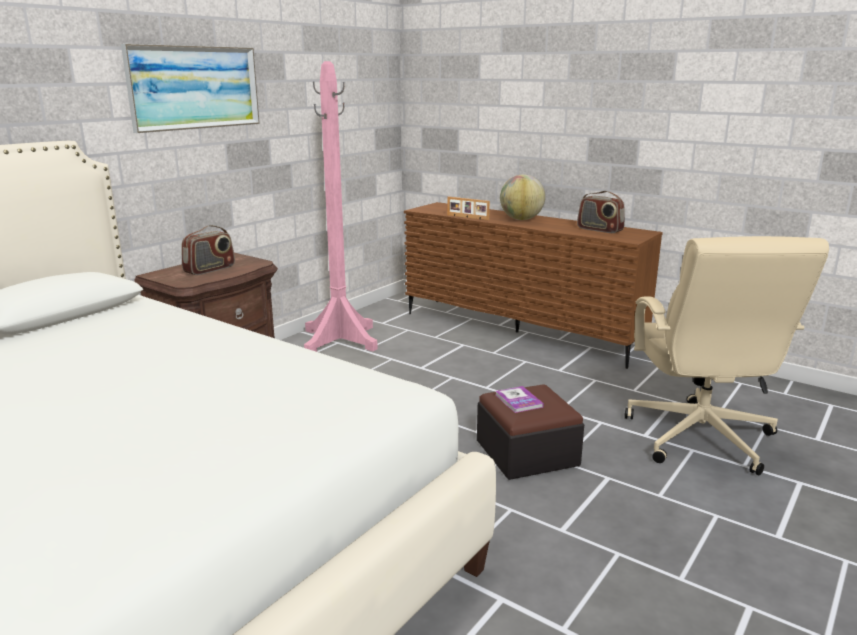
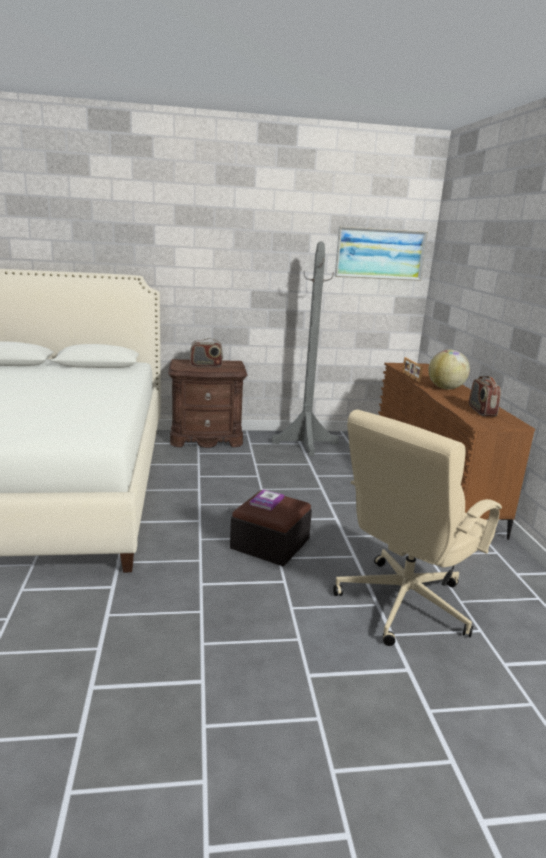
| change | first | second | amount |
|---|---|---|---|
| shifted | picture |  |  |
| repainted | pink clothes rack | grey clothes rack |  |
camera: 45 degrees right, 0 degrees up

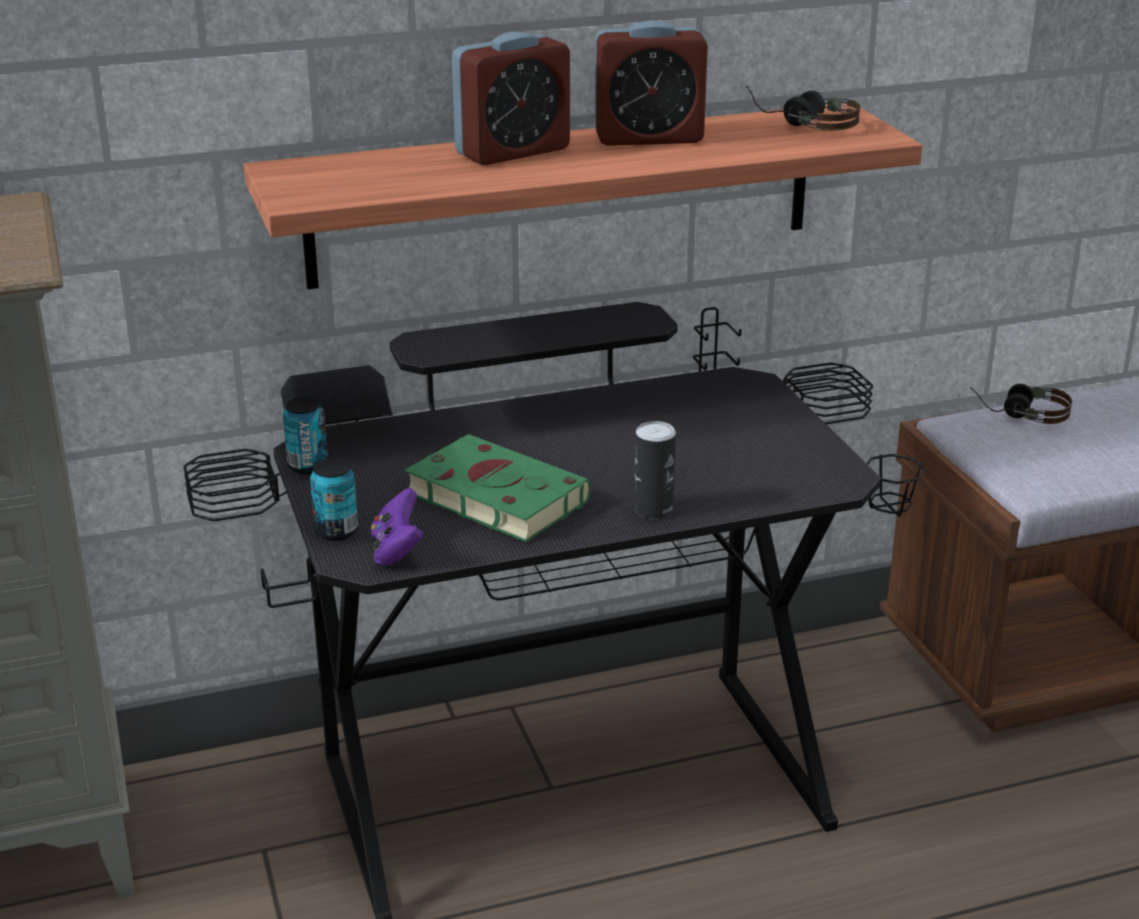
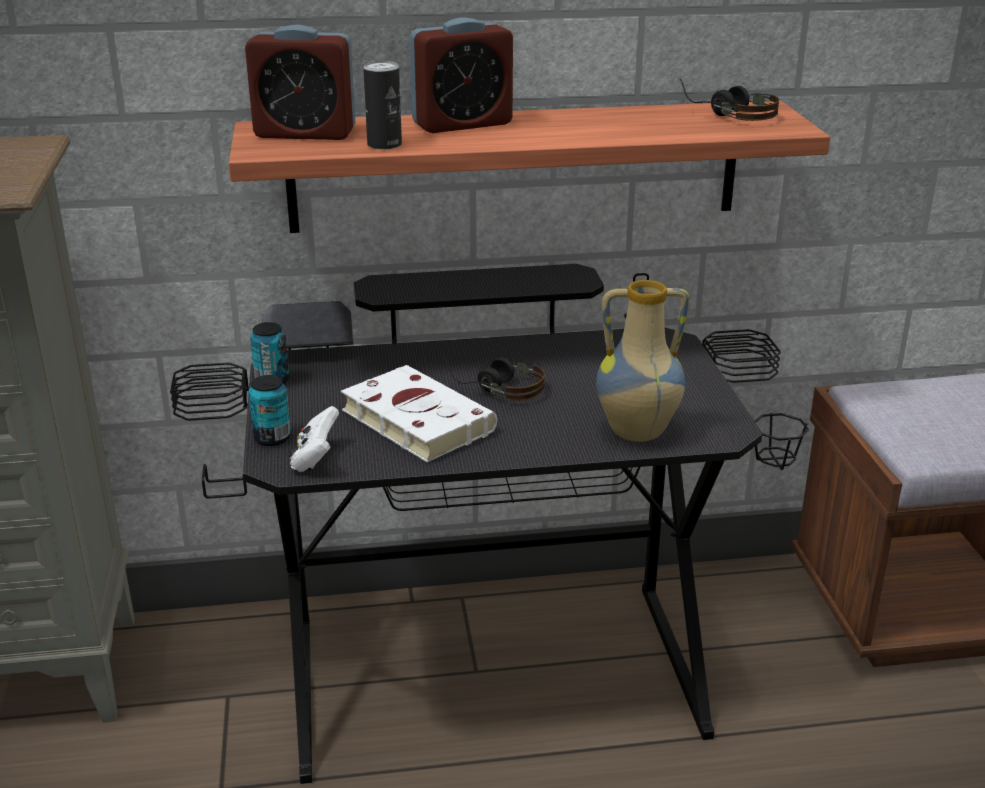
| change | first | second | amount |
|---|---|---|---|
| new |  | vase |  |
| shifted | alarm clock (no. 2 from left in the first image) | alarm clock (no. 1 from left) |  |
| shifted | can (no. 3 from left) |  |  |
| shifted | headphones (no. 2 from left in the first image) | headphones (no. 1 from left) |  |
| repainted | purple game controller | white game controller |  |
| repainted | green book | white book |  |
camera: 10 degrees right, 0 degrees up

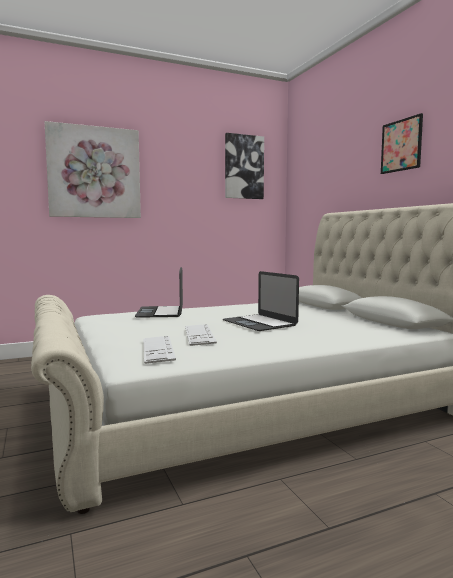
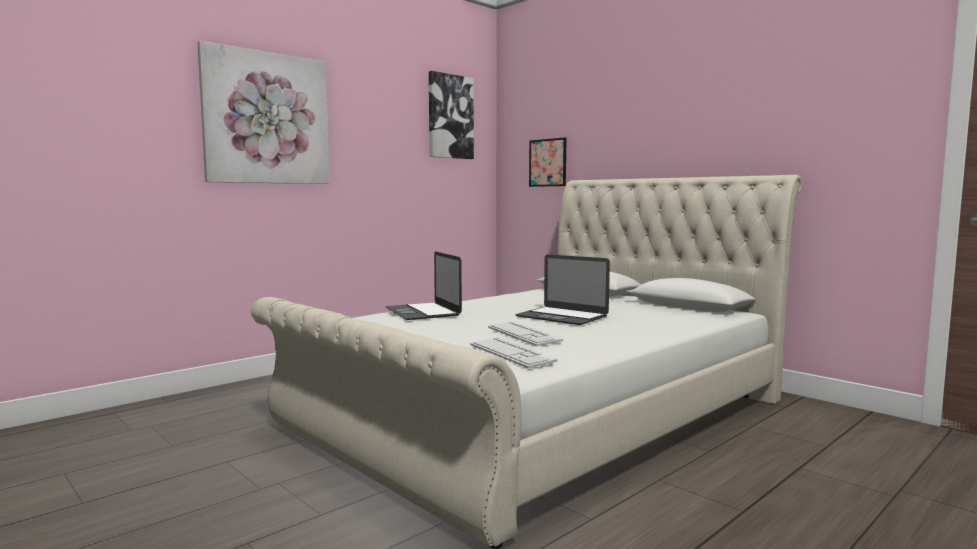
| change | first | second | amount |
|---|---|---|---|
| shifted | picture (no. 3 from left) |  |  |
camera: 20 degrees left, 0 degrees up

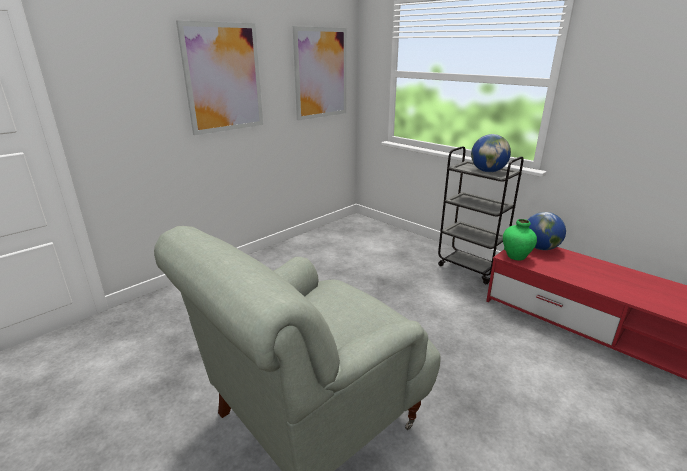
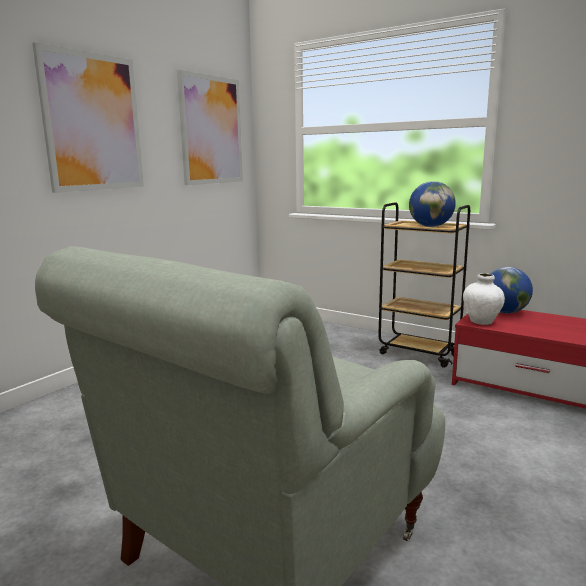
| change | first | second | amount |
|---|---|---|---|
| repainted | grey cart | brown cart |  |
| repainted | green vase | white vase |  |
camera: 10 degrees left, 10 degrees down

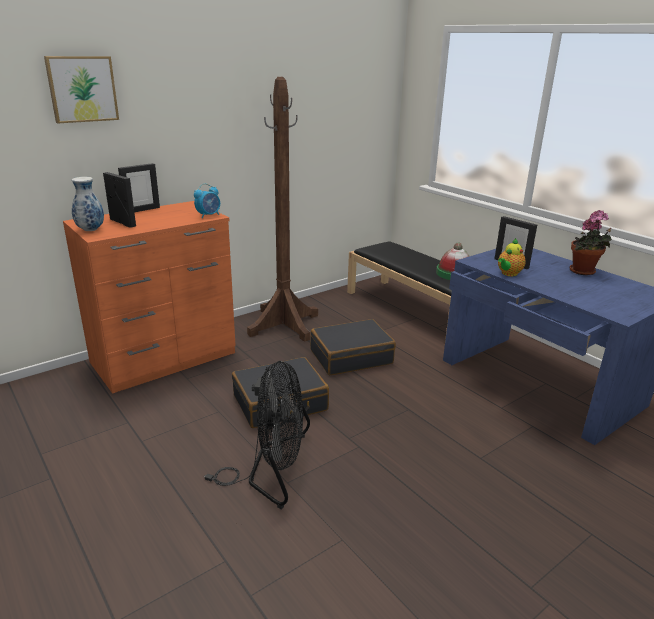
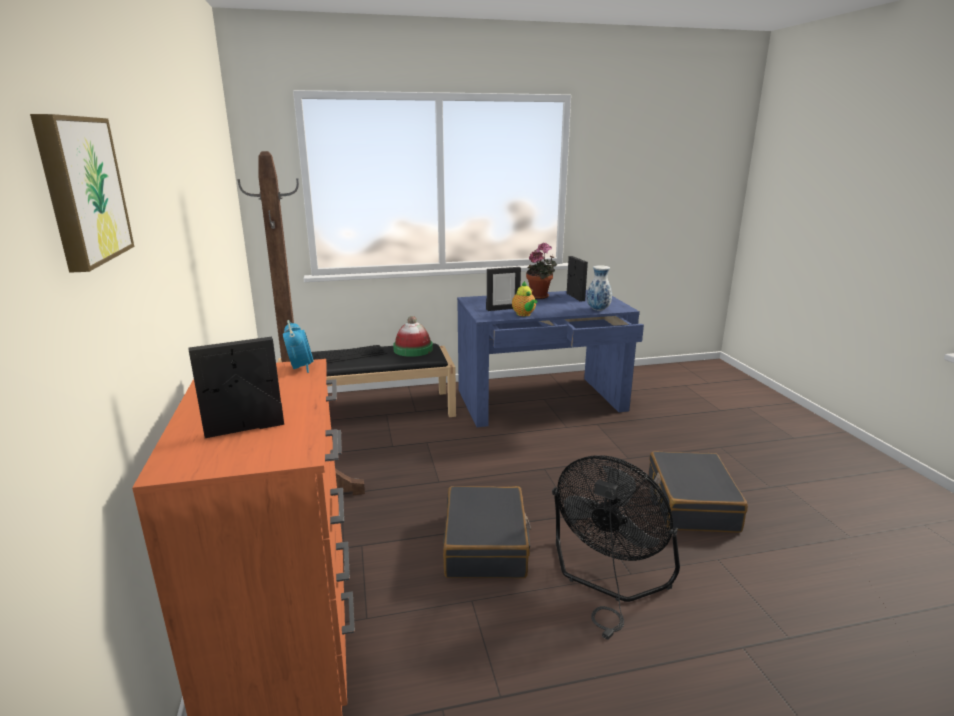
| change | first | second | amount |
|---|---|---|---|
| new |  | keyboard |  |
| shifted | vase |  |  |
| shifted | picture frame (no. 2 from left in the first image) | picture frame (no. 3 from left) |  |
| shifted | black suitcase (no. 2 from left) |  |  |
camera: 65 degrees left, 5 degrees down

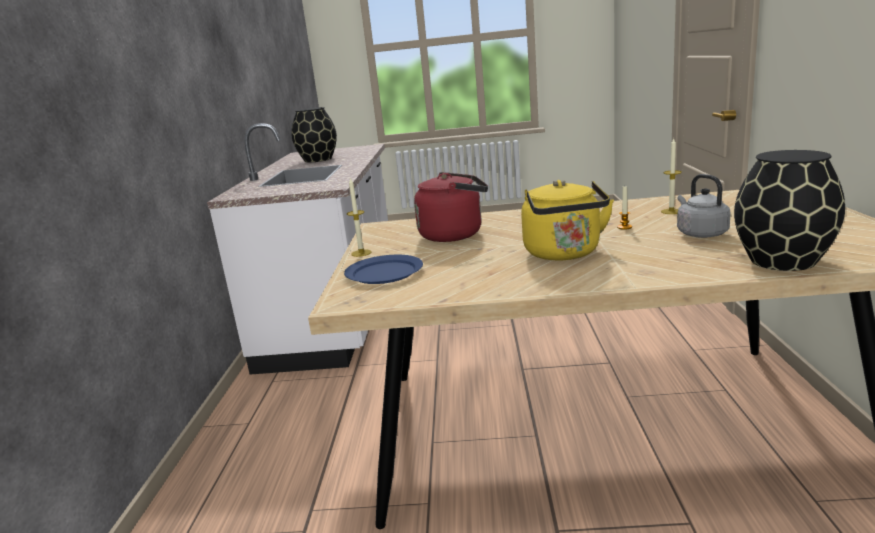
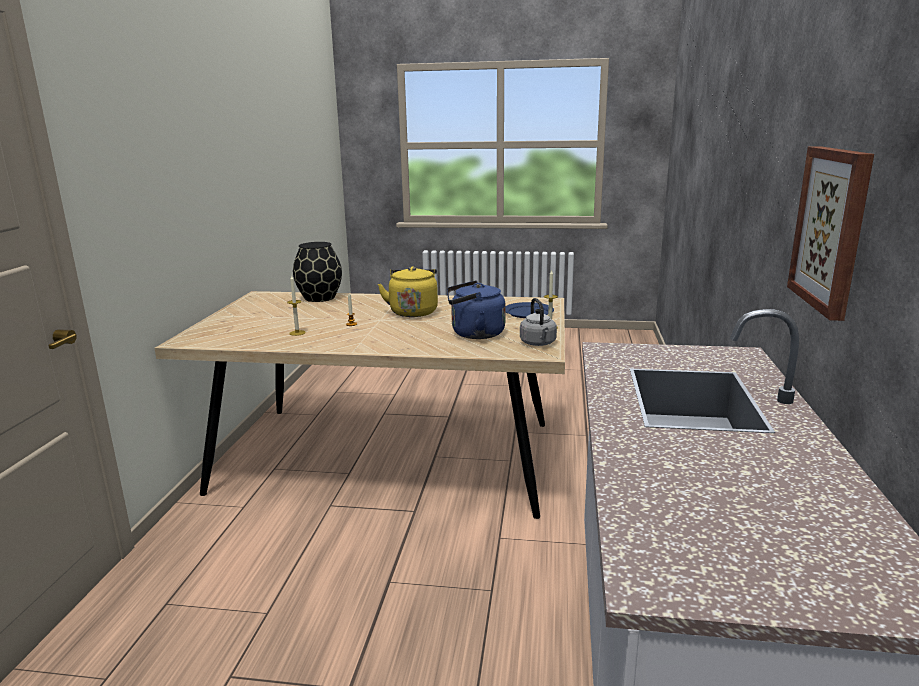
| change | first | second | amount |
|---|---|---|---|
| gone | black vase (no. 1 from left) |  |  |
| new |  | picture |  |
| shifted | grey kettle |  |  |
| repainted | red kettle | blue kettle |  |
camera: 175 degrees left, 0 degrees up

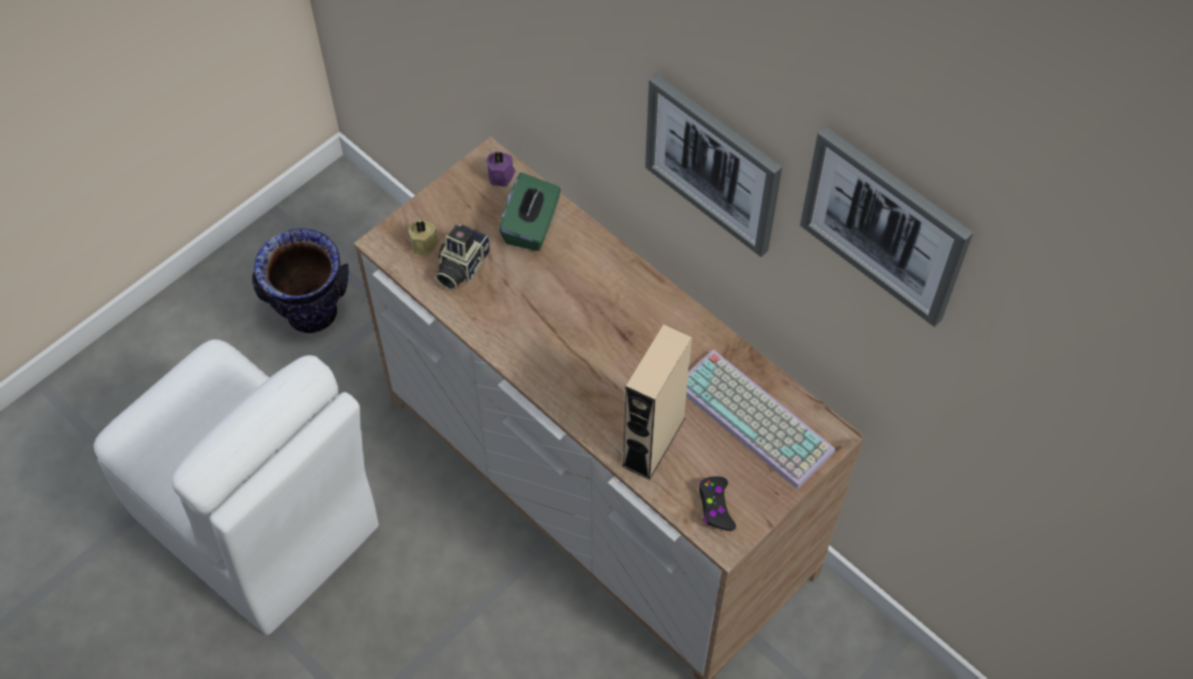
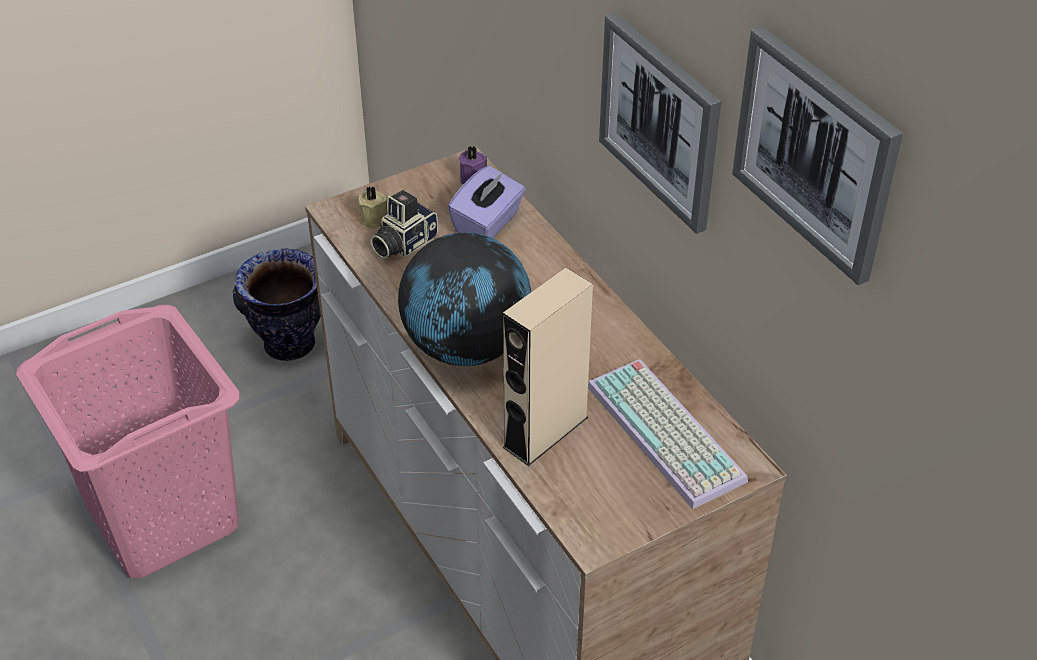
| change | first | second | amount |
|---|---|---|---|
| gone | black game controller |  |  |
| new |  | globe |  |
| swapped | white chair | pink laundry basket |  |
| repainted | green tissue box | purple tissue box |  |
camera: 15 degrees right, 15 degrees down

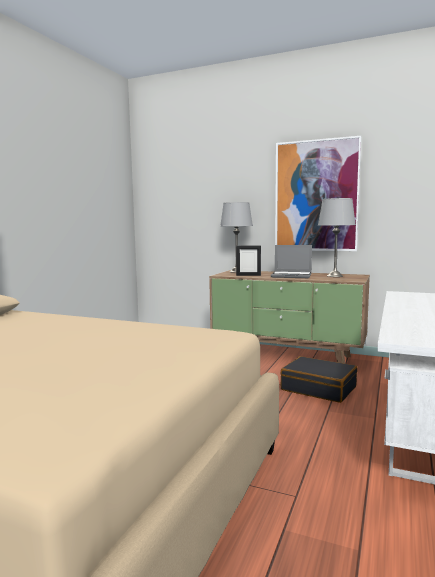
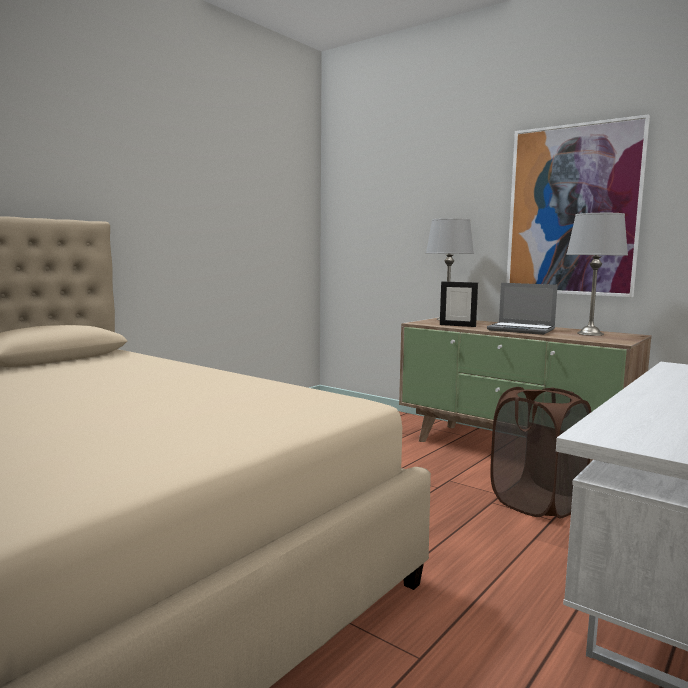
| change | first | second | amount |
|---|---|---|---|
| swapped | black suitcase | brown laundry basket |  |
camera: 15 degrees right, 0 degrees up

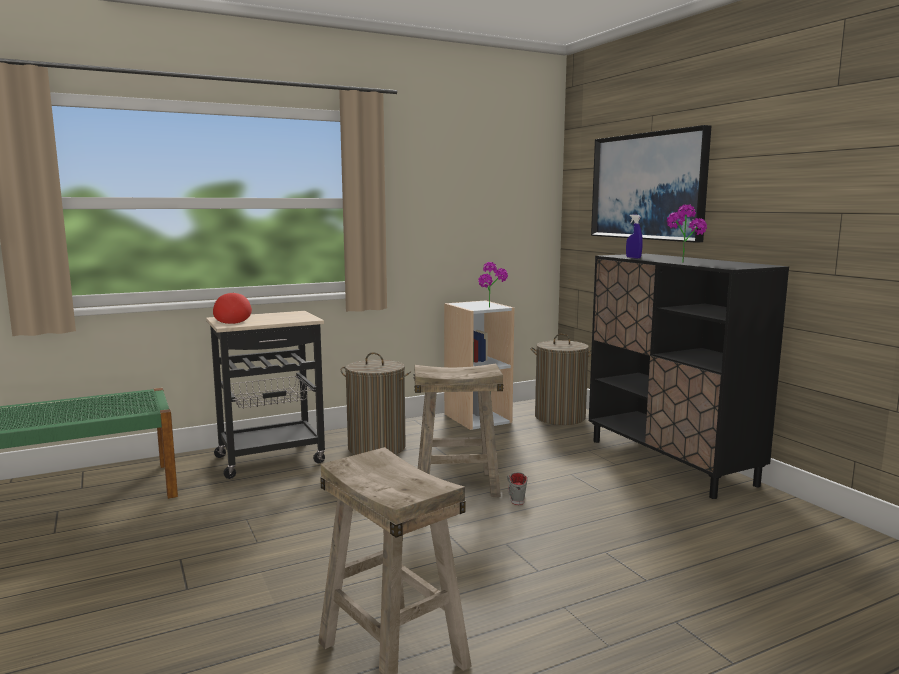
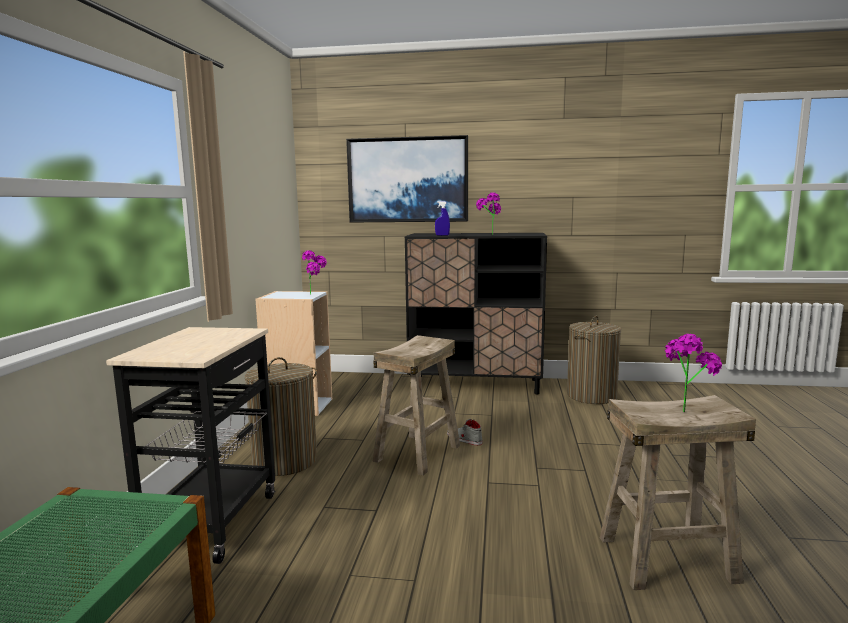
| change | first | second | amount |
|---|---|---|---|
| gone | red cap |  |  |
| new |  | potted plant (no. 3 from left) |  |
| shifted | laundry basket (no. 2 from left) |  |  |
camera: 55 degrees left, 0 degrees up

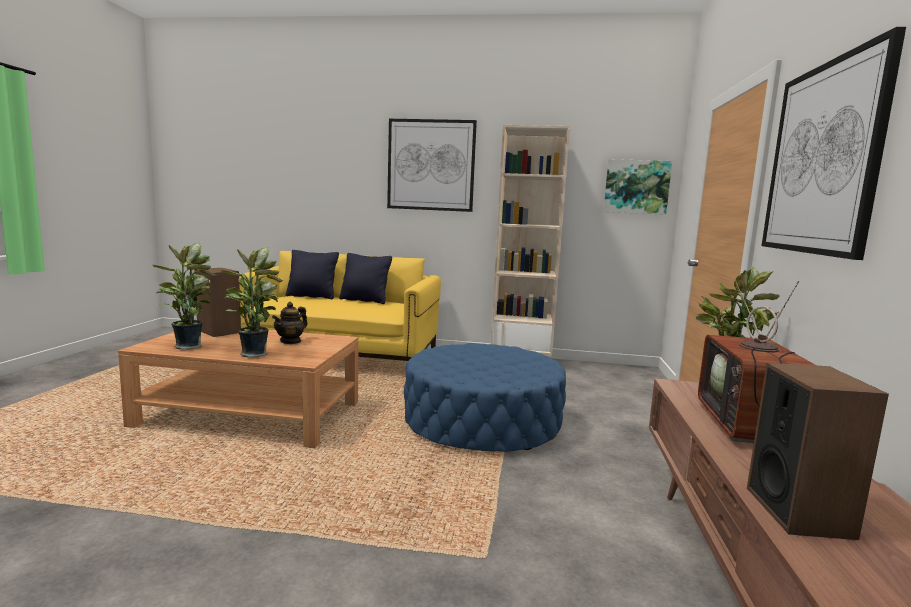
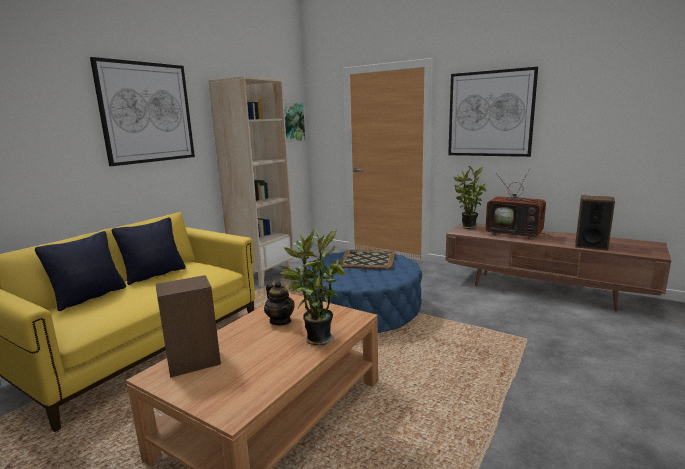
| change | first | second | amount |
|---|---|---|---|
| gone | potted plant (no. 1 from left) |  |  |
| new |  | tray |  |
camera: 65 degrees left, 5 degrees up

